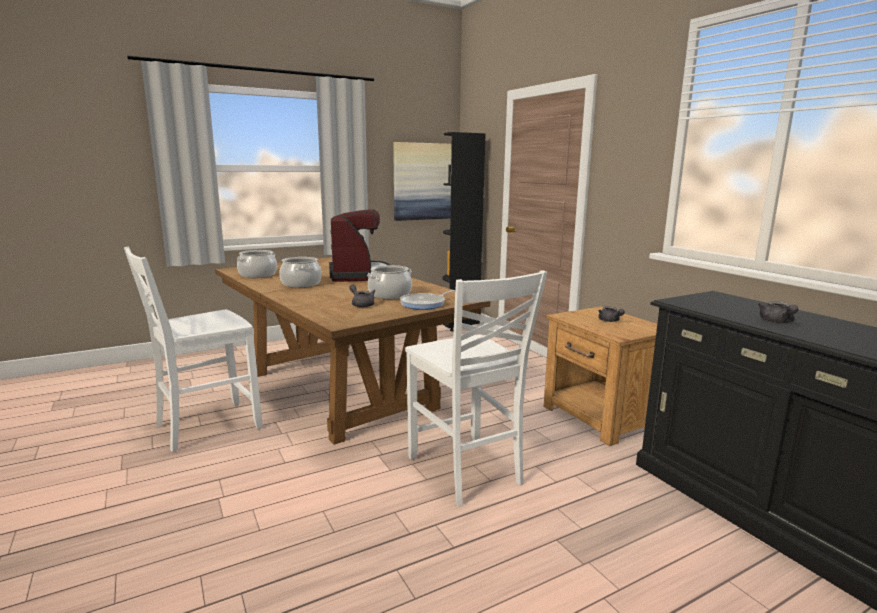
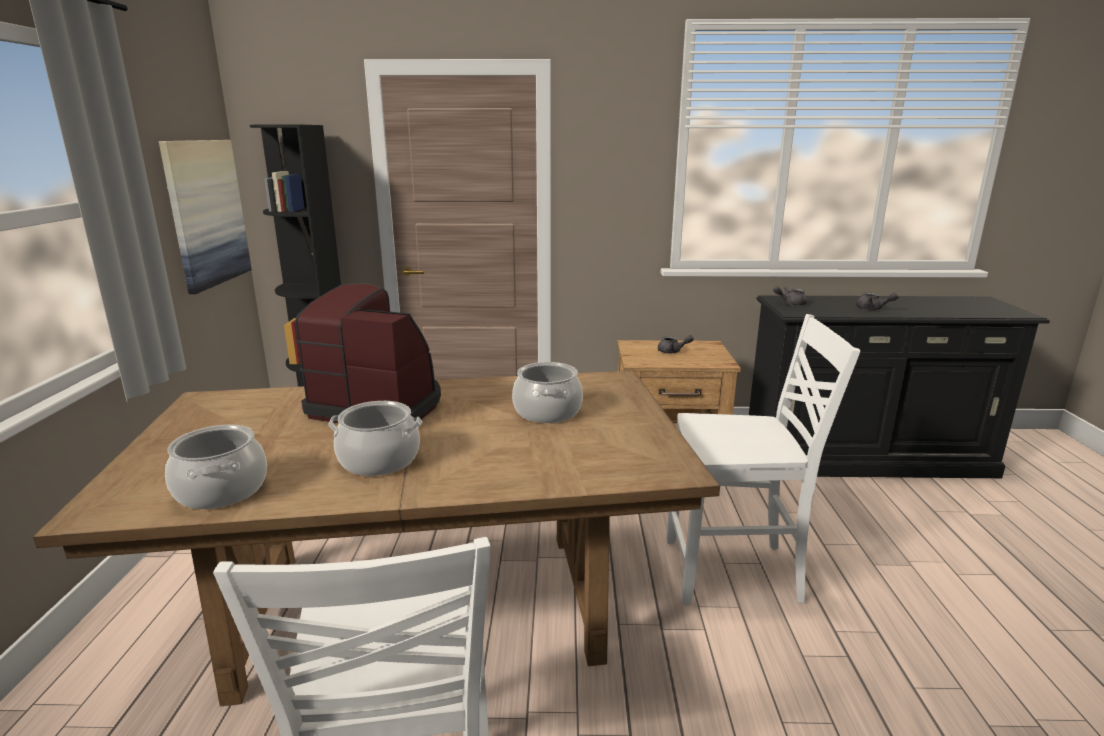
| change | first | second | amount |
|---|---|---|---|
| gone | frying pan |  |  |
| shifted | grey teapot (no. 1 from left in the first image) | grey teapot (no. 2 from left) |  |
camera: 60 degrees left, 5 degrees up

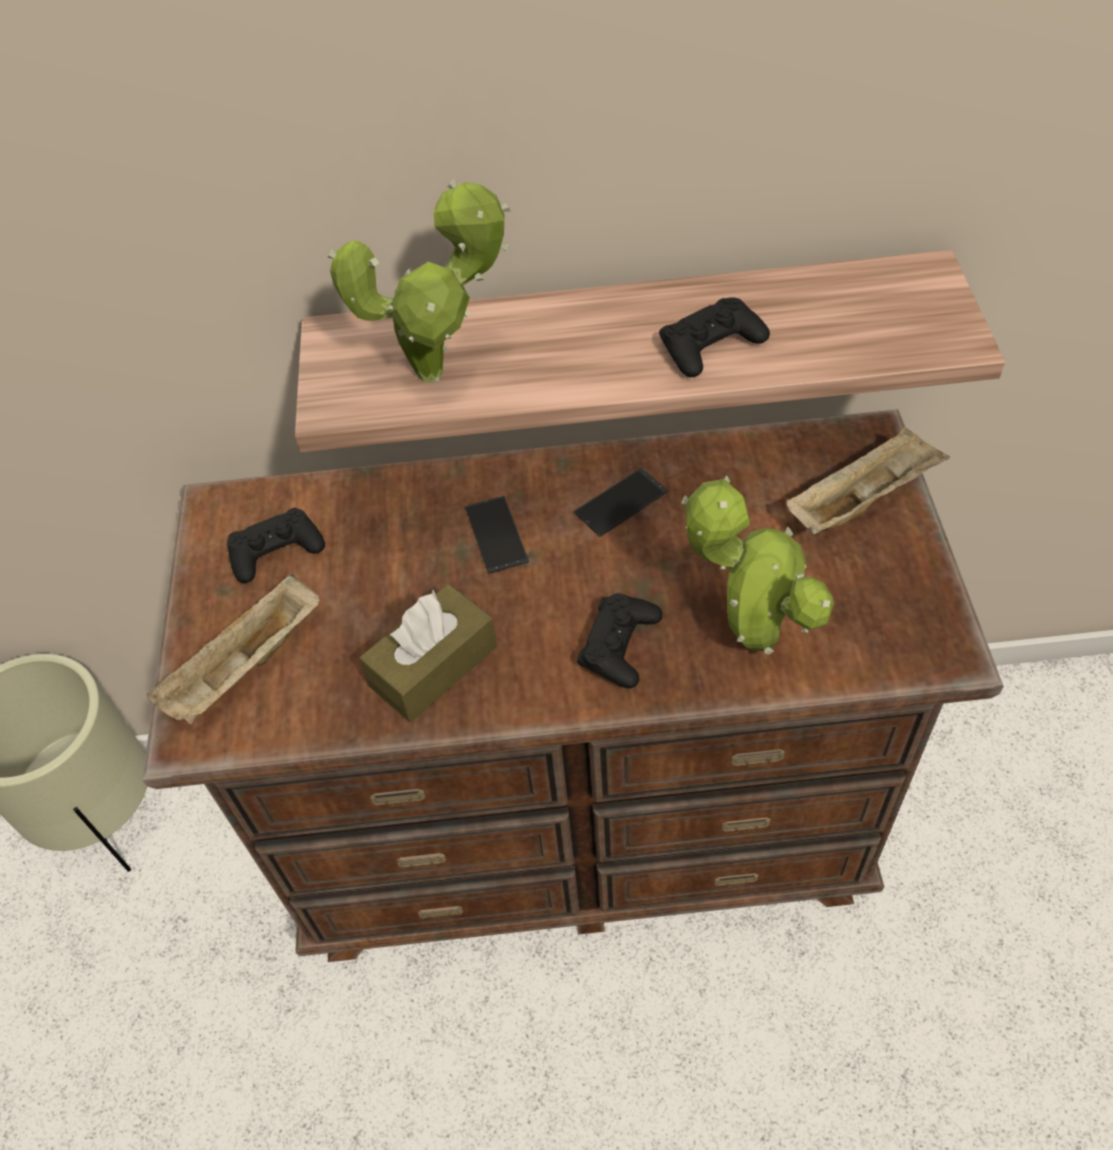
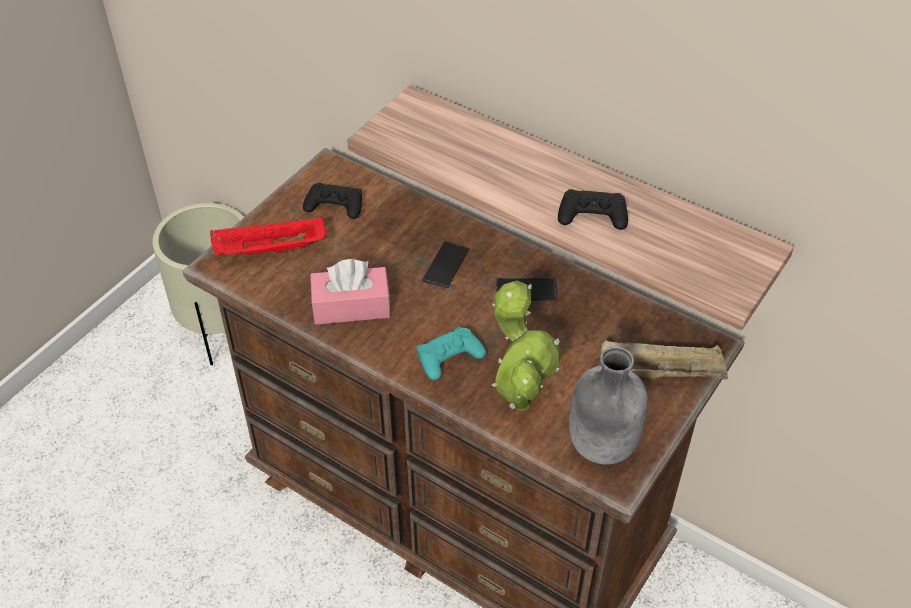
| change | first | second | amount |
|---|---|---|---|
| gone | potted plant (no. 1 from left) |  |  |
| new |  | grey bottle |  |
| repainted | beige tray (no. 1 from left) | red tray |  |
| repainted | brown tissue box | pink tissue box |  |
| repainted | black game controller (no. 2 from left) | turquoise game controller |  |
camera: 35 degrees right, 5 degrees down

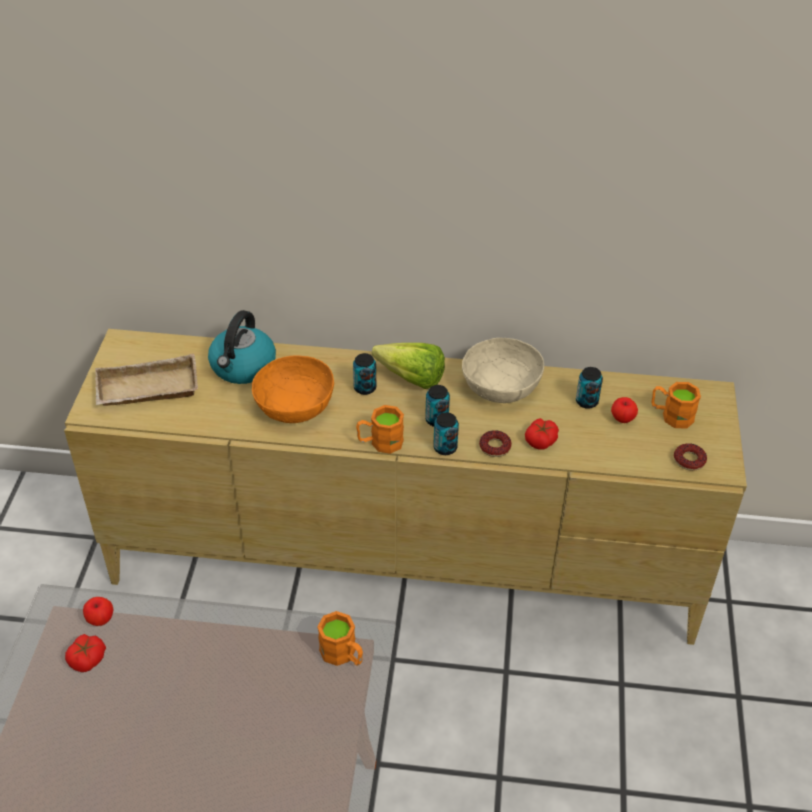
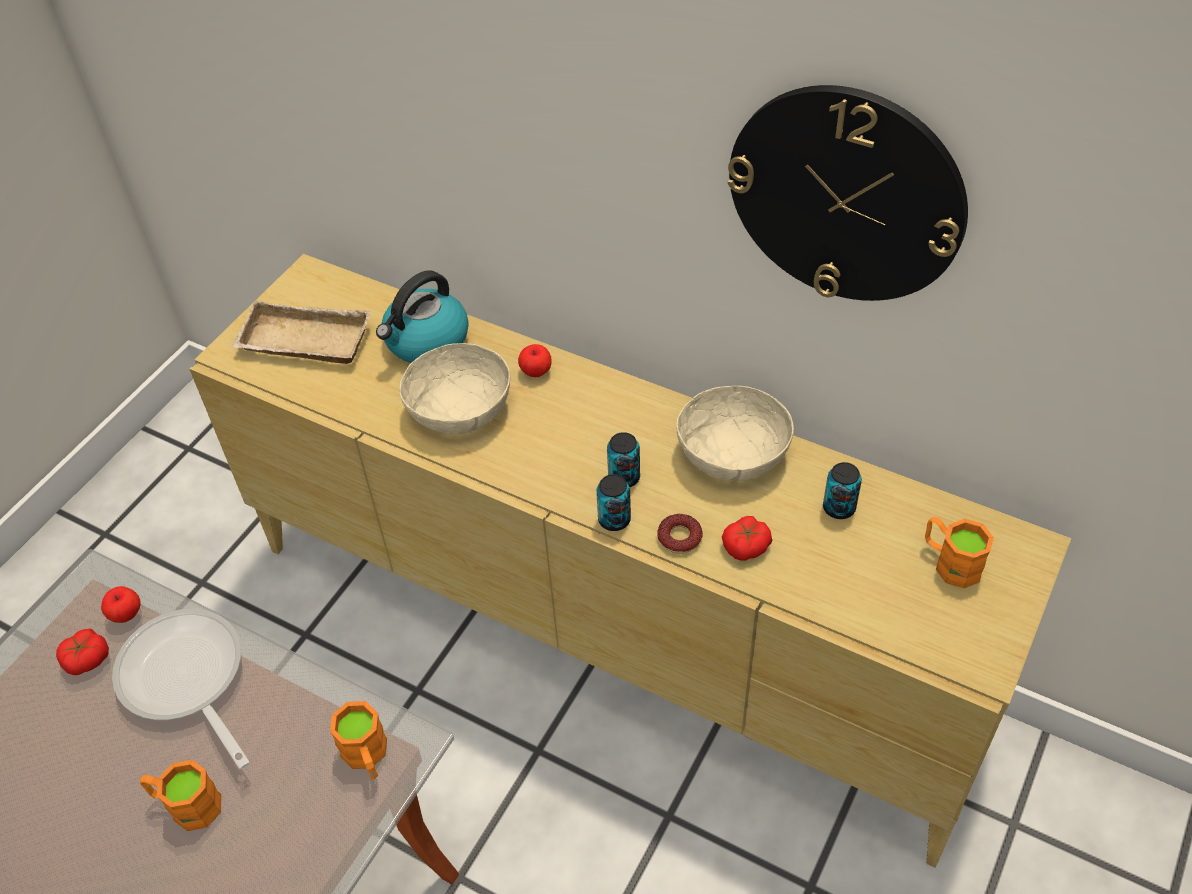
| change | first | second | amount |
|---|---|---|---|
| gone | can (no. 1 from left) |  |  |
| gone | lettuce |  |  |
| gone | donut (no. 2 from left) |  |  |
| new |  | frying pan |  |
| new |  | wall clock |  |
| shifted | orange mug (no. 2 from left in the first image) | orange mug (no. 1 from left) |  |
| shifted | apple (no. 2 from left) |  |  |
| repainted | orange bowl | beige bowl (no. 1 from left) |  |
camera: 25 degrees right, 5 degrees up

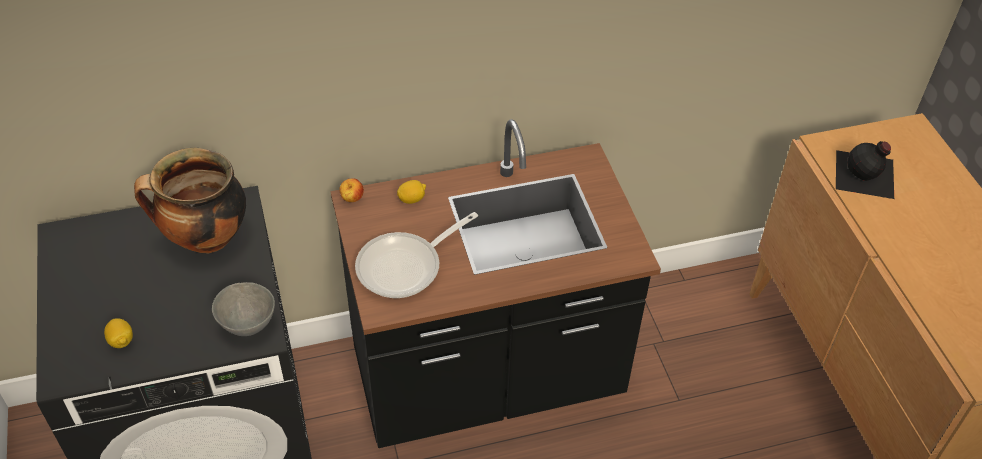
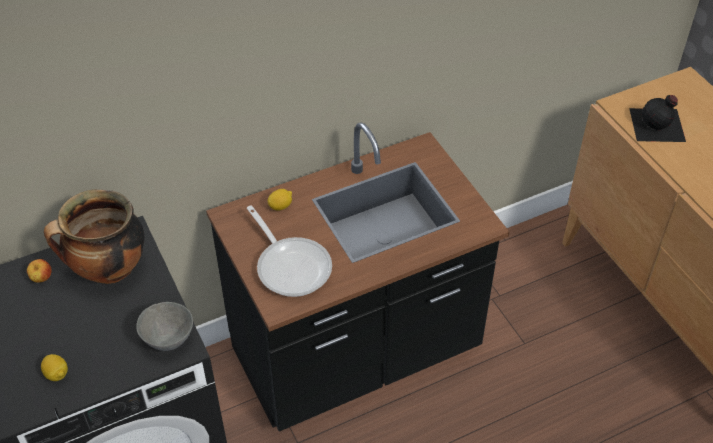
| change | first | second | amount |
|---|---|---|---|
| shifted | apple |  |  |
| rotated | frying pan |  | 75 degrees counterclockwise |
camera: 10 degrees left, 0 degrees up

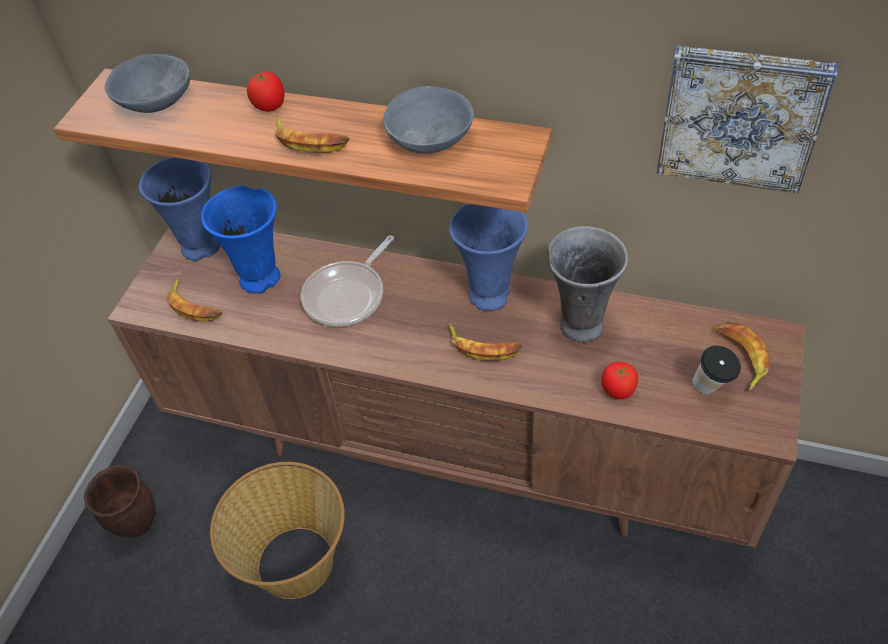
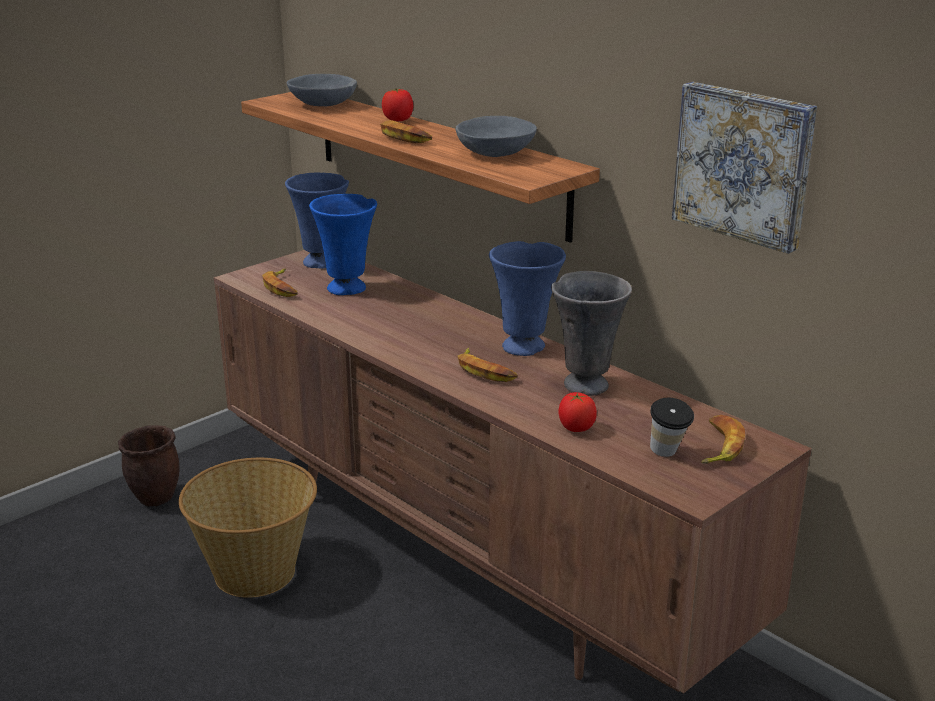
| change | first | second | amount |
|---|---|---|---|
| gone | frying pan |  |  |
camera: 25 degrees right, 25 degrees down

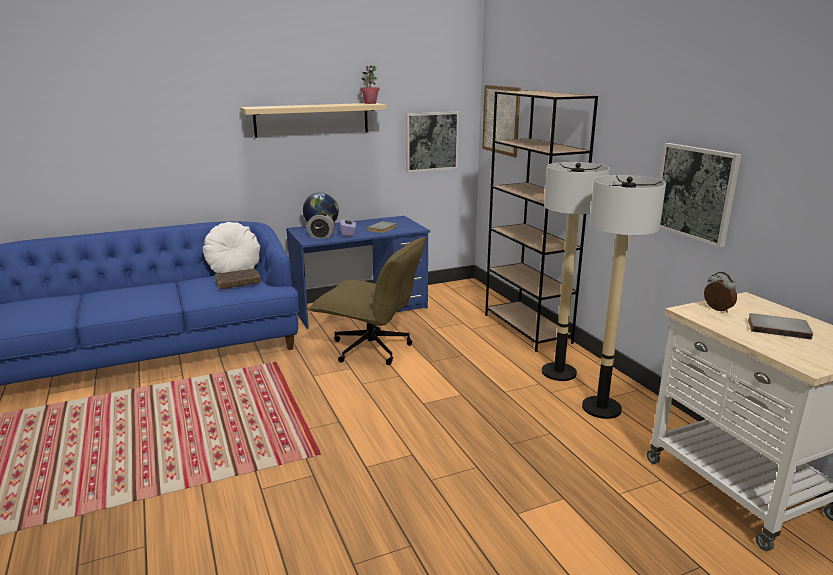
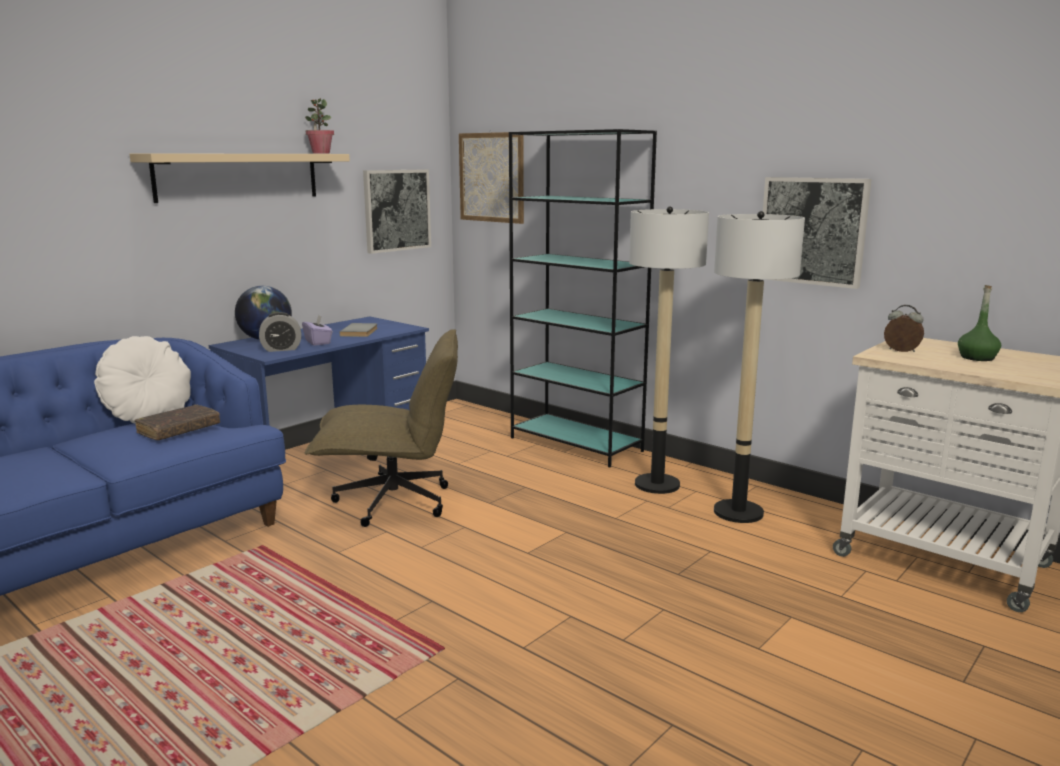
| change | first | second | amount |
|---|---|---|---|
| swapped | grey book (no. 2 from left) | green bottle |  |
| repainted | beige bookcase | turquoise bookcase |  |
camera: 25 degrees left, 5 degrees down

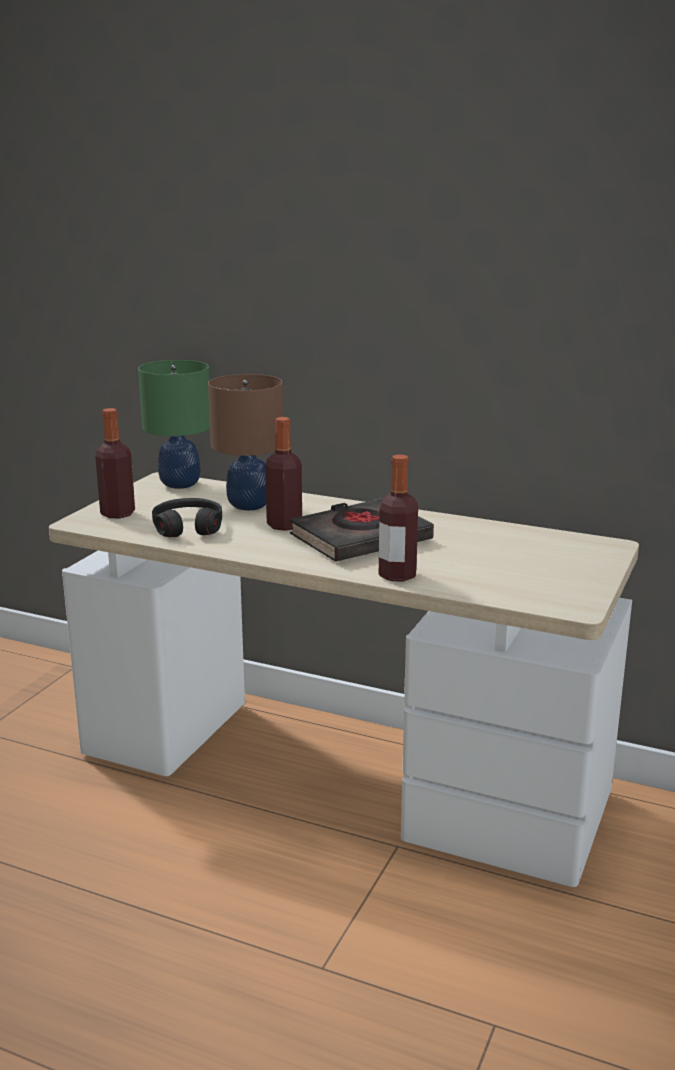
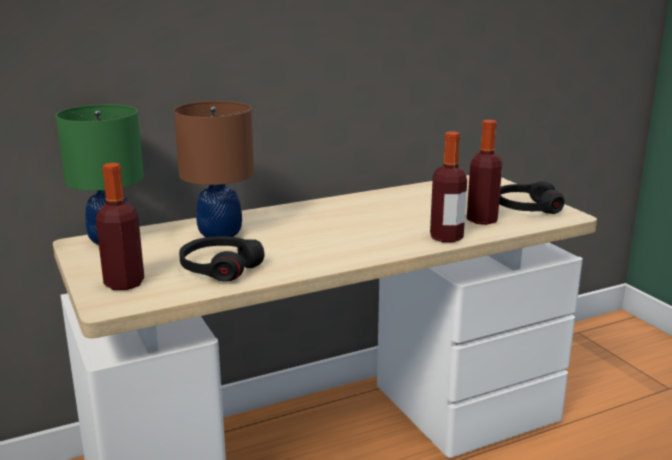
| change | first | second | amount |
|---|---|---|---|
| gone | black book |  |  |
| new |  | black headphones (no. 2 from left) |  |
| shifted | bottle (no. 2 from left in the first image) | bottle (no. 3 from left) |  |
camera: 50 degrees left, 0 degrees up

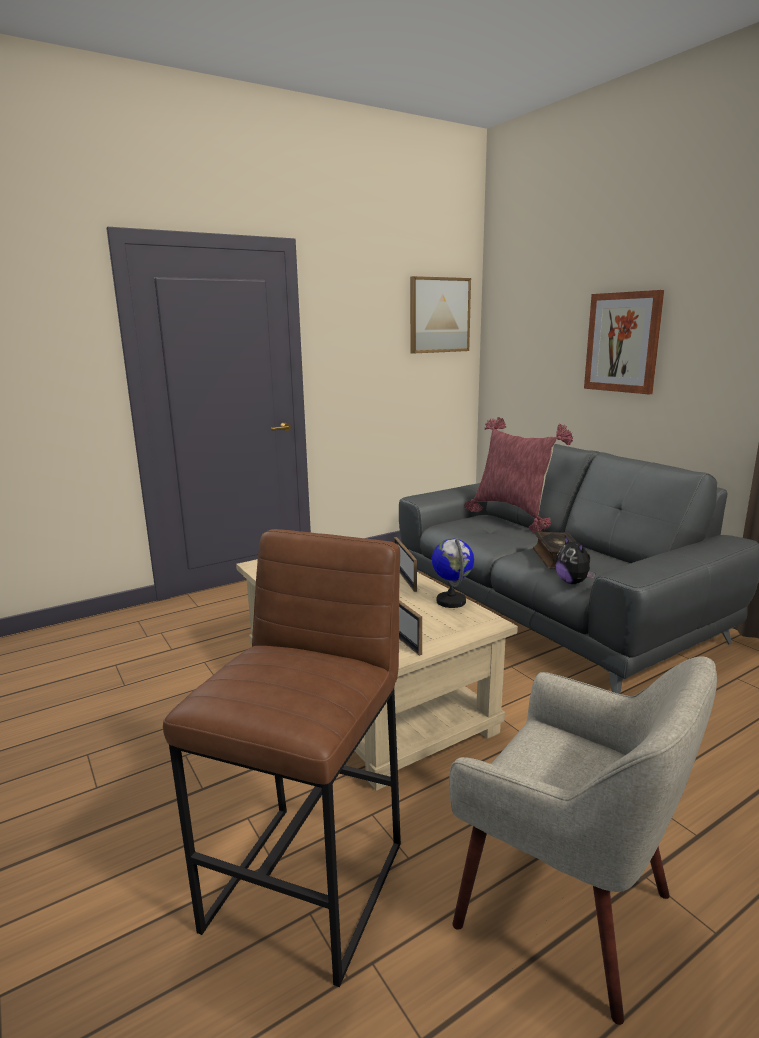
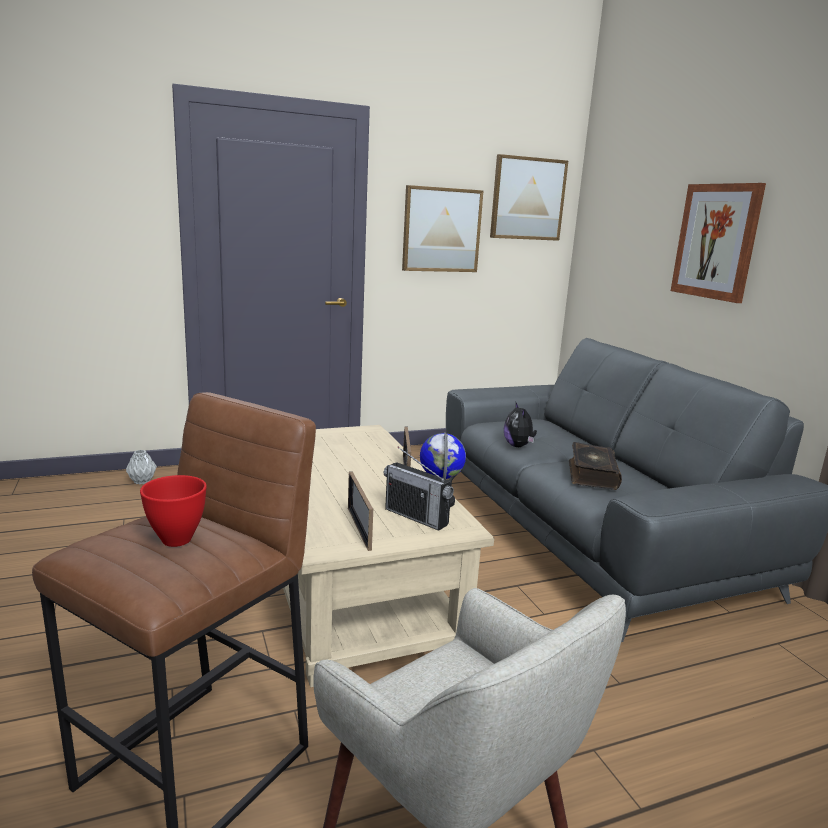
| change | first | second | amount |
|---|---|---|---|
| gone | red pillow |  |  |
| new |  | grey vase |  |
| new |  | red bowl |  |
| new |  | radio |  |
| new |  | picture (no. 1 from left) |  |
| shifted | plush toy |  |  |
camera: 10 degrees right, 0 degrees up

